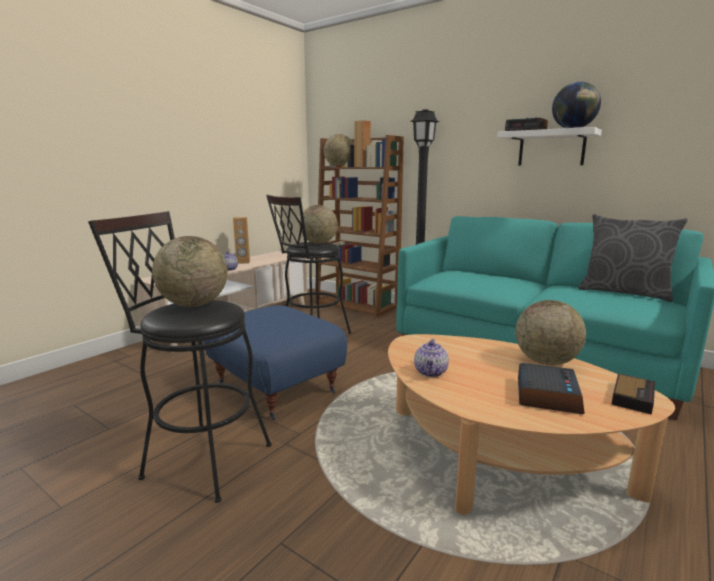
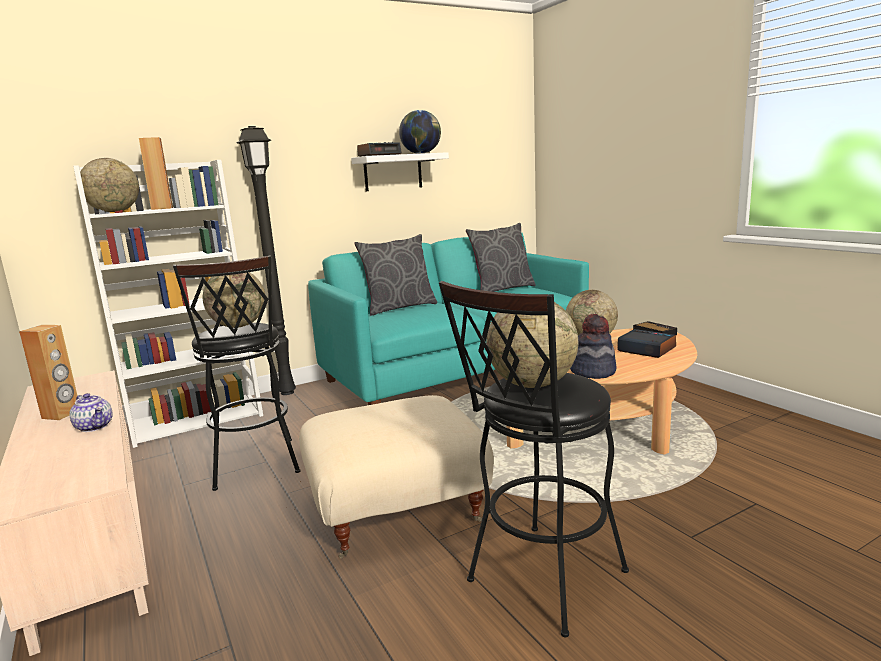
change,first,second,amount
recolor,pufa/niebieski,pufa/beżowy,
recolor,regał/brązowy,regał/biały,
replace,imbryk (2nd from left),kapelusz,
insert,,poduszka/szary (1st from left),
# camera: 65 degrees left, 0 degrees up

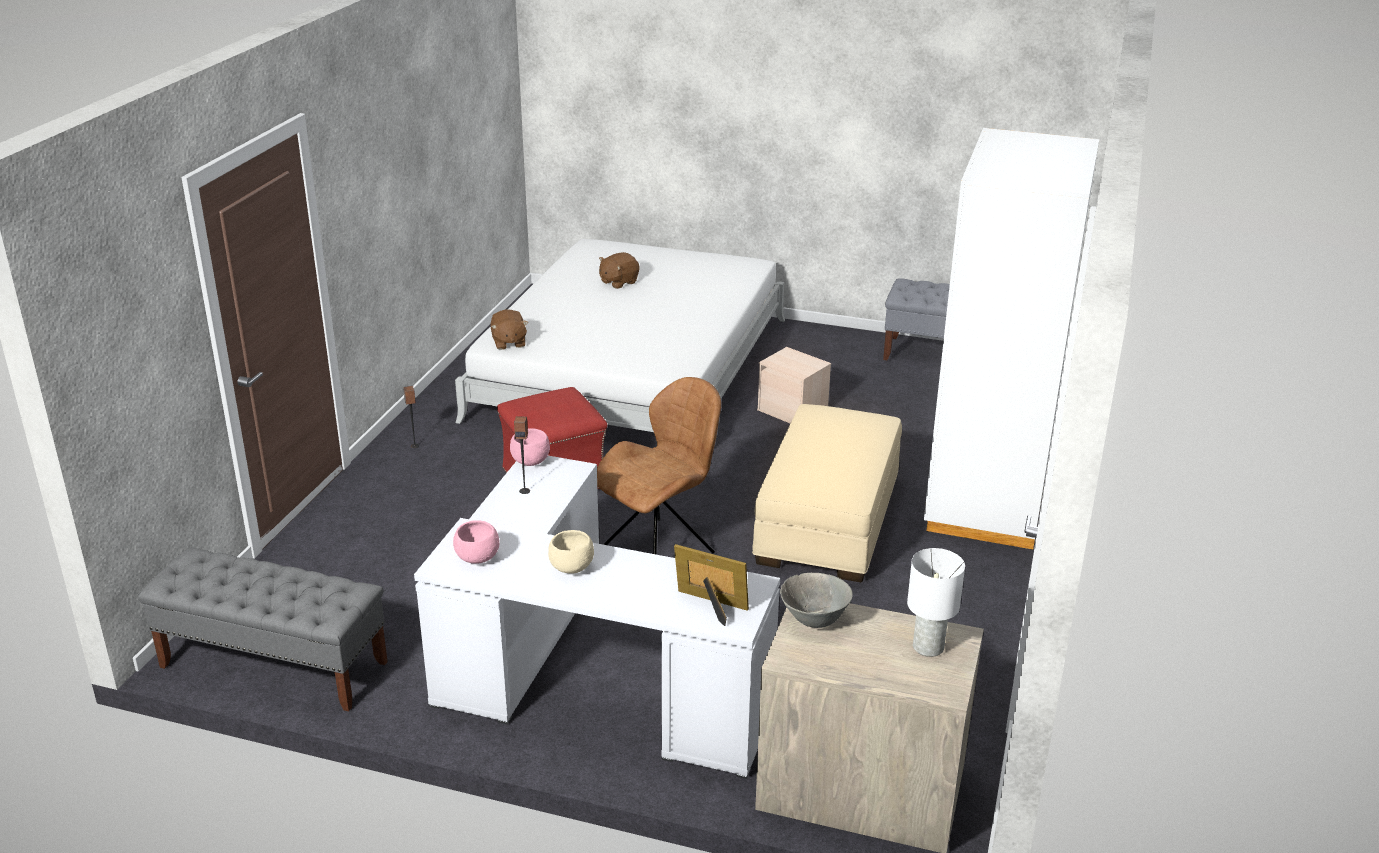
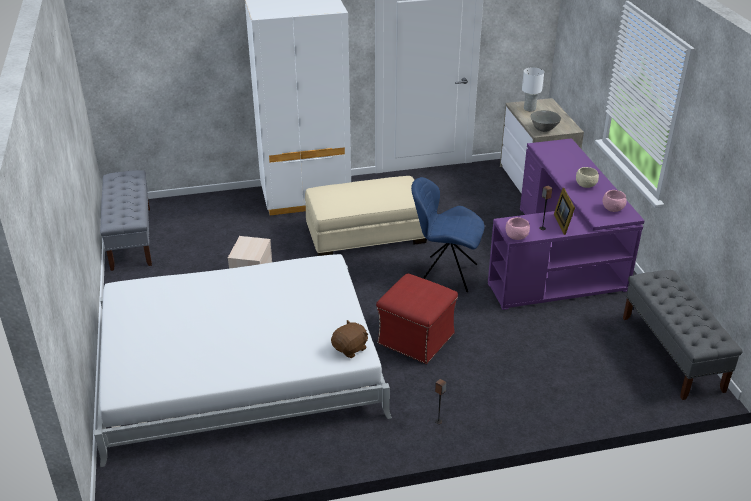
change,first,second,amount
recolor,biurko/biały,biurko/fioletowy,
recolor,krzesło/brązowy,krzesło/niebieski,
delete,pluszak/brązowy (2nd from left),,
move,ramka na zdjęcie,,
# camera: 120 degrees left, 5 degrees up

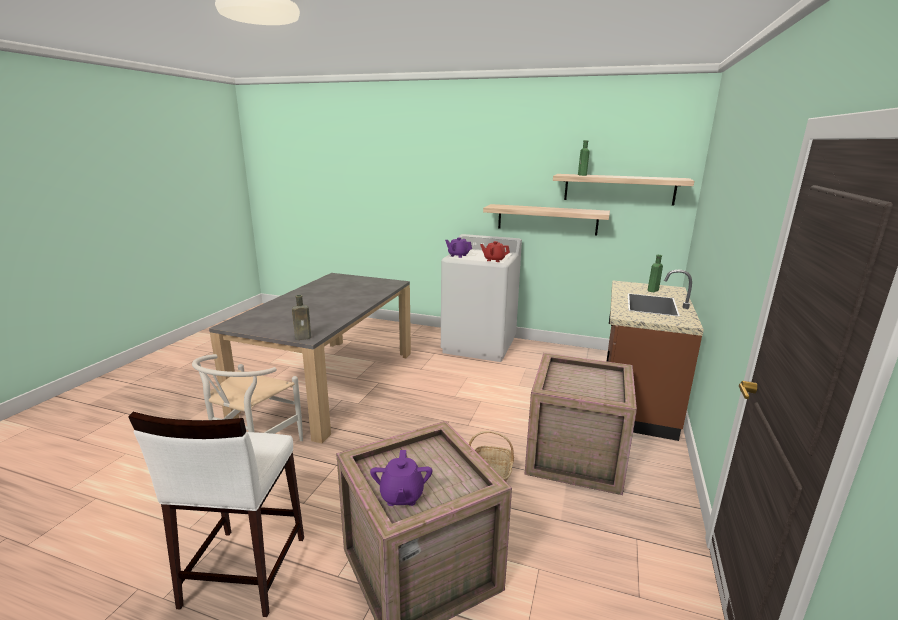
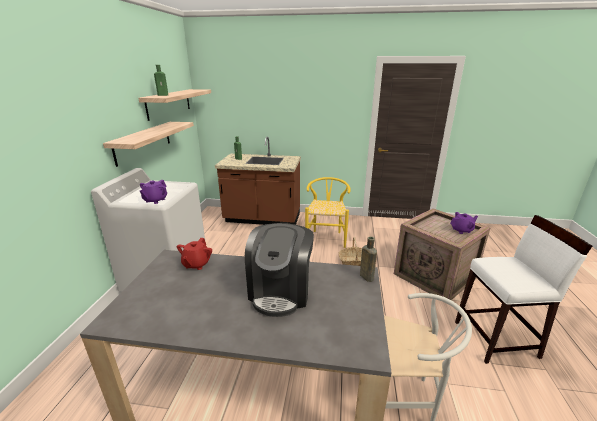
change,first,second,amount
move,imbryk/czerwony,,
replace,skrzynka (2nd from left),krzesło/żółty,
insert,,ekspres do kawy,
# camera: 100 degrees left, 5 degrees up

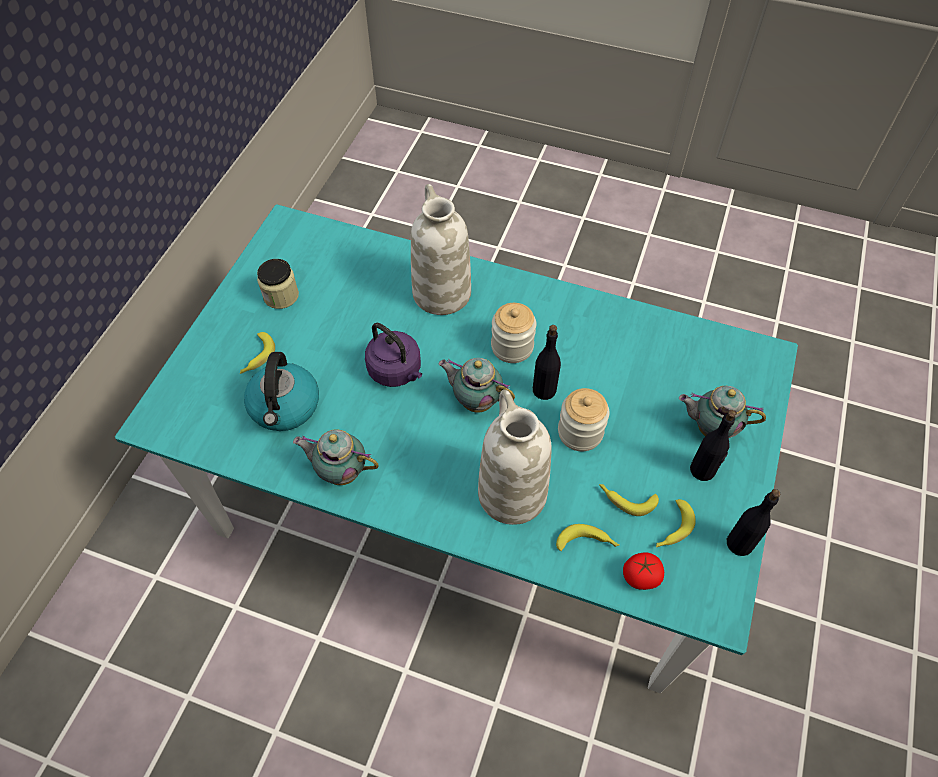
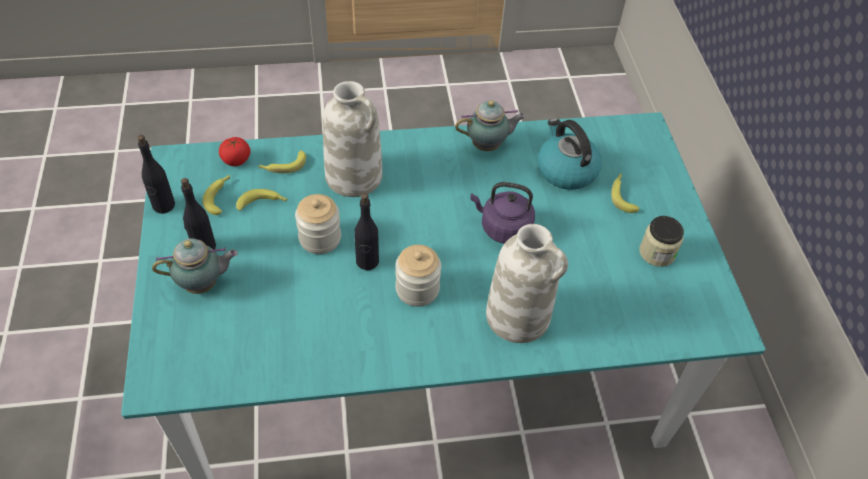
change,first,second,amount
delete,imbryk (2nd from left),,
# camera: 150 degrees right, 5 degrees down

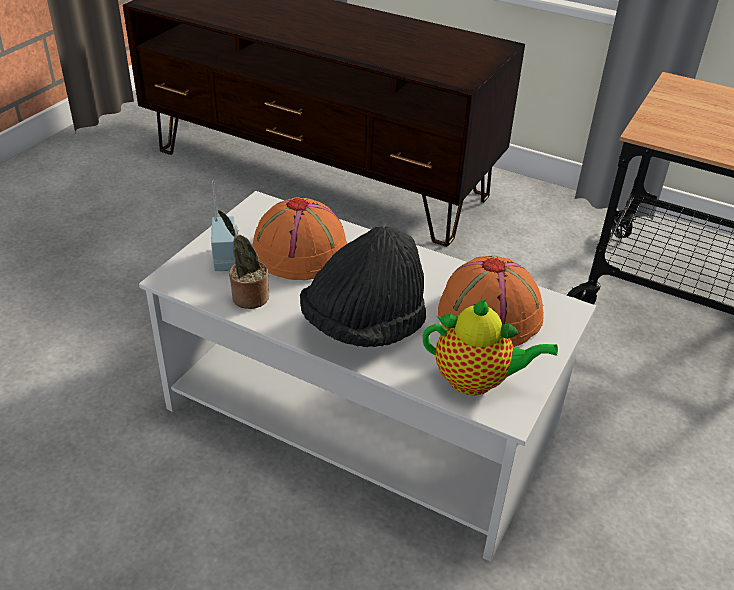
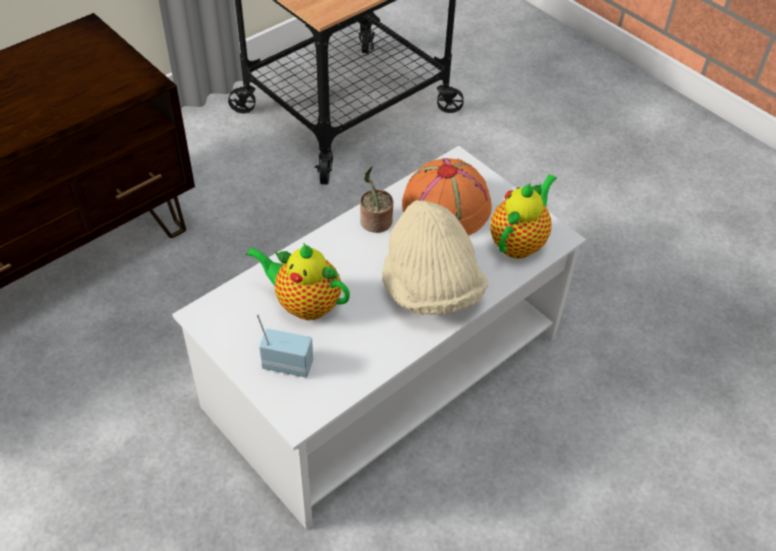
change,first,second,amount
move,roślina doniczkowa,,
replace,kapelusz/pomarańczowy (1st from left),imbryk (1st from left),
recolor,kapelusz/czarny,kapelusz/beżowy,
# camera: 70 degrees left, 10 degrees up

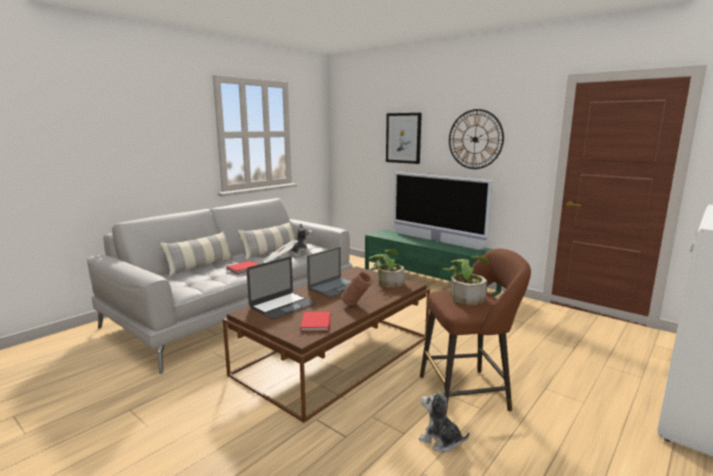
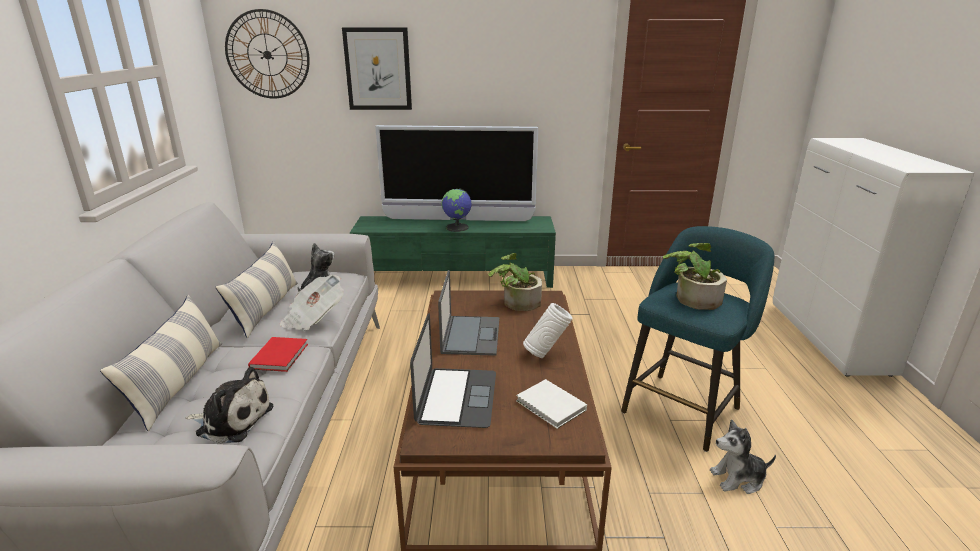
change,first,second,amount
recolor,książka/czerwony (2nd from left),książka/biały,
recolor,wazon/brązowy,wazon/biały,
recolor,stołek/brązowy,stołek/turkusowy,
move,zegar ścienny,,
insert,,pluszak (1st from left),
insert,,globus,
# camera: 40 degrees left, 10 degrees up

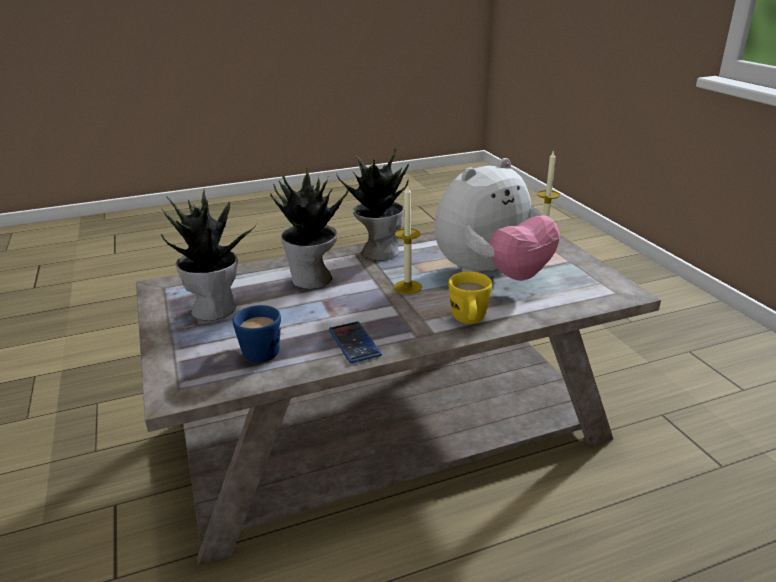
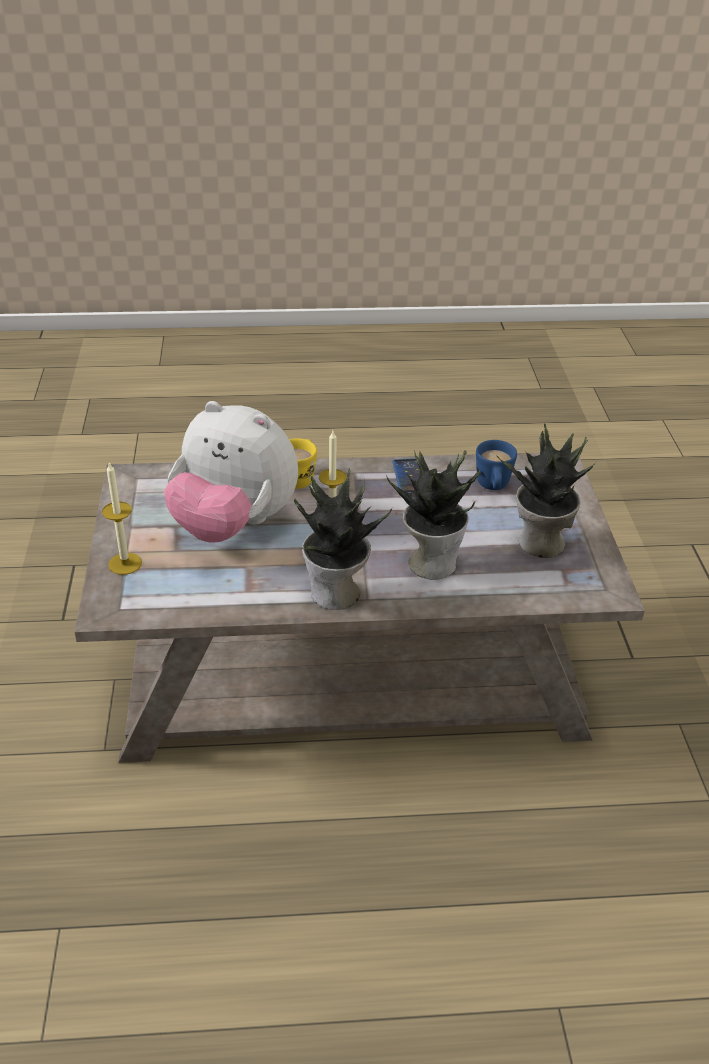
change,first,second,amount
rotate,pluszak,,135 degrees counterclockwise
# camera: 165 degrees left, 10 degrees up

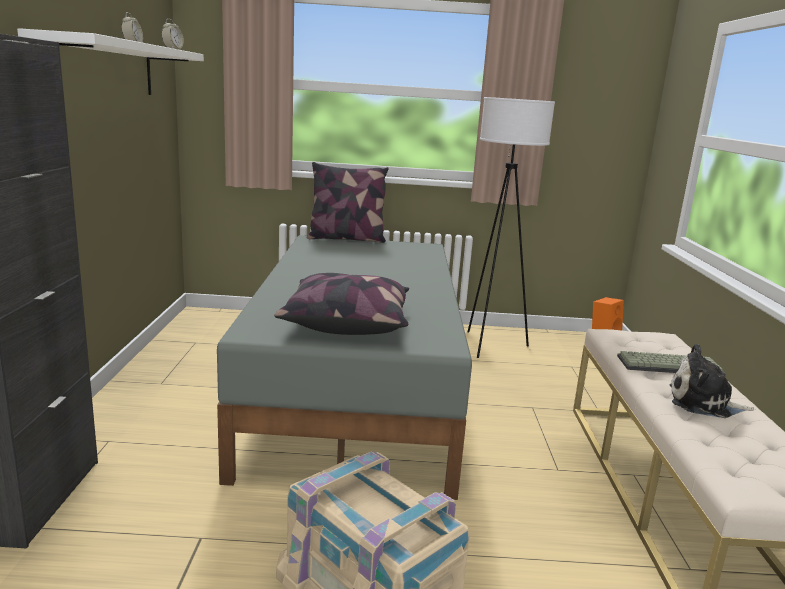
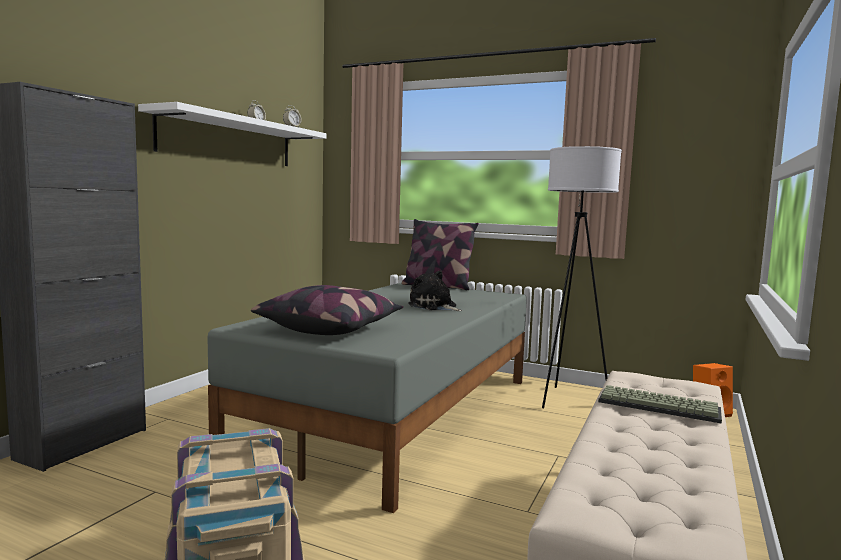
change,first,second,amount
move,pluszak,,
# camera: 25 degrees right, 10 degrees down

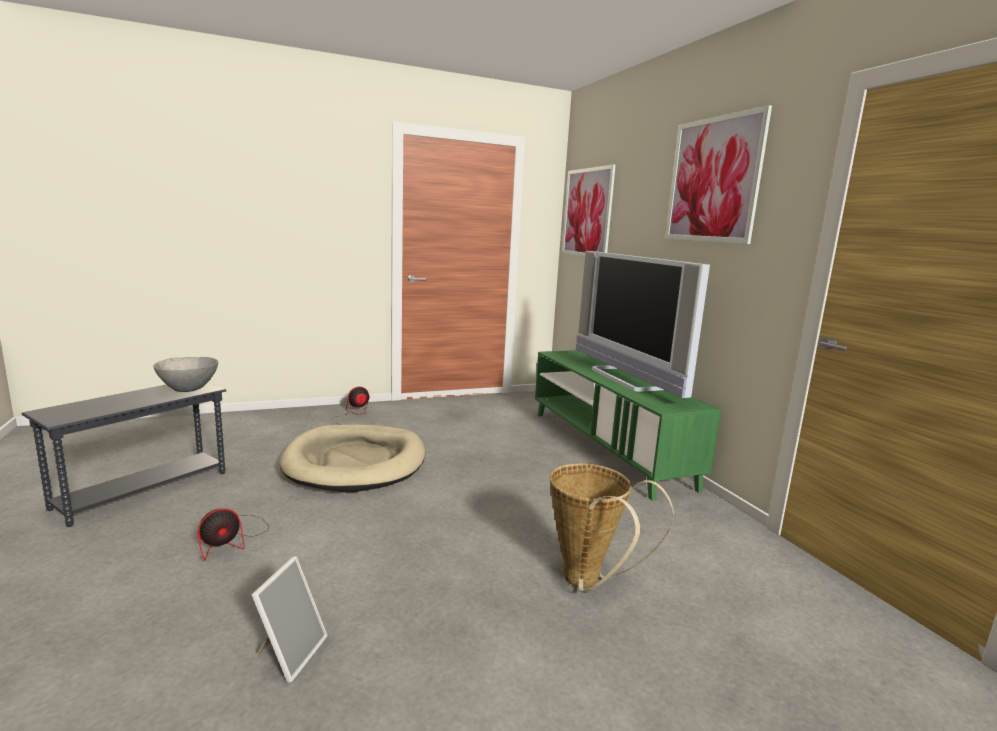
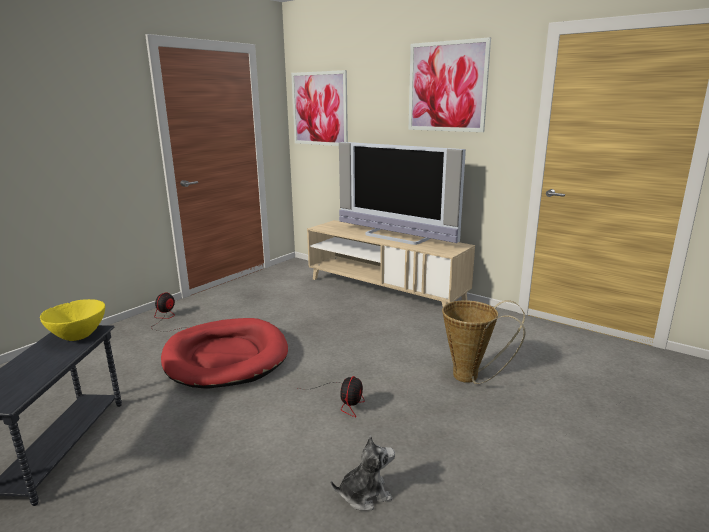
change,first,second,amount
recolor,miska/szary,miska/żółty,
move,wentylator (1st from left in the first image),wentylator (2nd from left),
replace,ramka na zdjęcie,pluszak,
recolor,legowisko/beżowy,legowisko/czerwony,
recolor,szafka pod telewizor/zielony,szafka pod telewizor/beżowy,
# camera: 30 degrees left, 5 degrees up

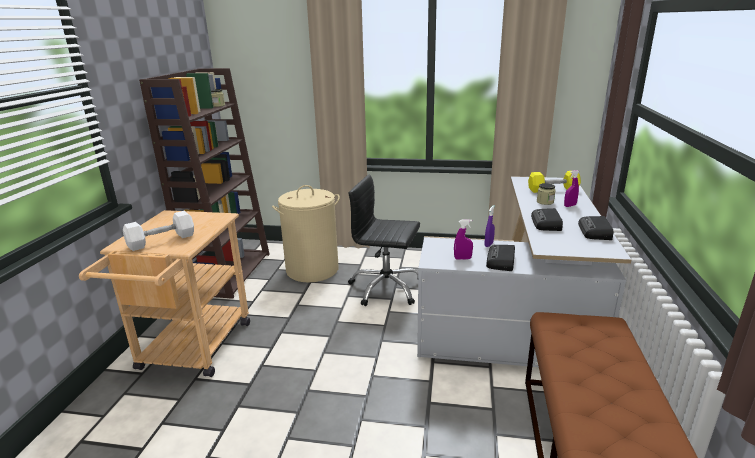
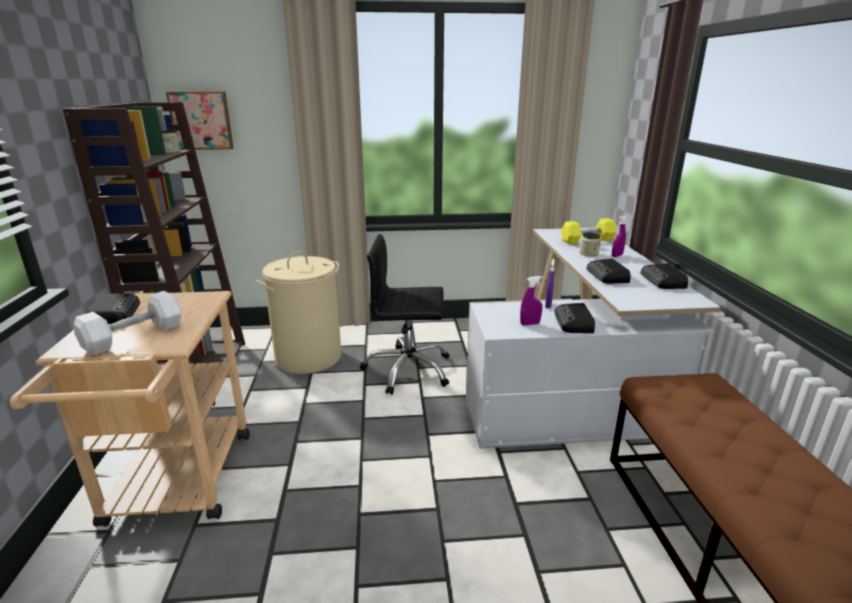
change,first,second,amount
insert,,radio (1st from left),
insert,,obraz,
# camera: 15 degrees left, 0 degrees up

